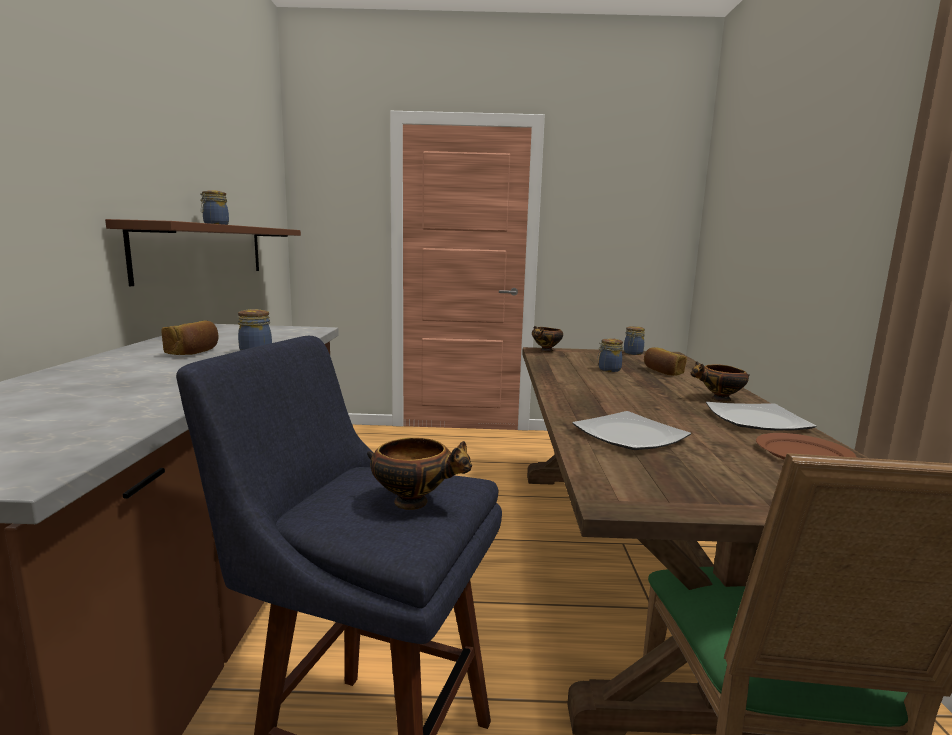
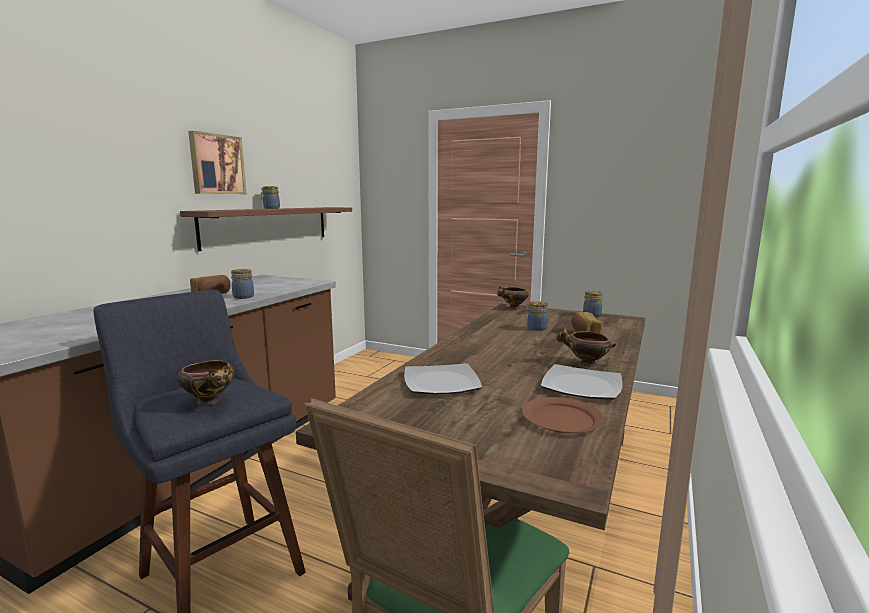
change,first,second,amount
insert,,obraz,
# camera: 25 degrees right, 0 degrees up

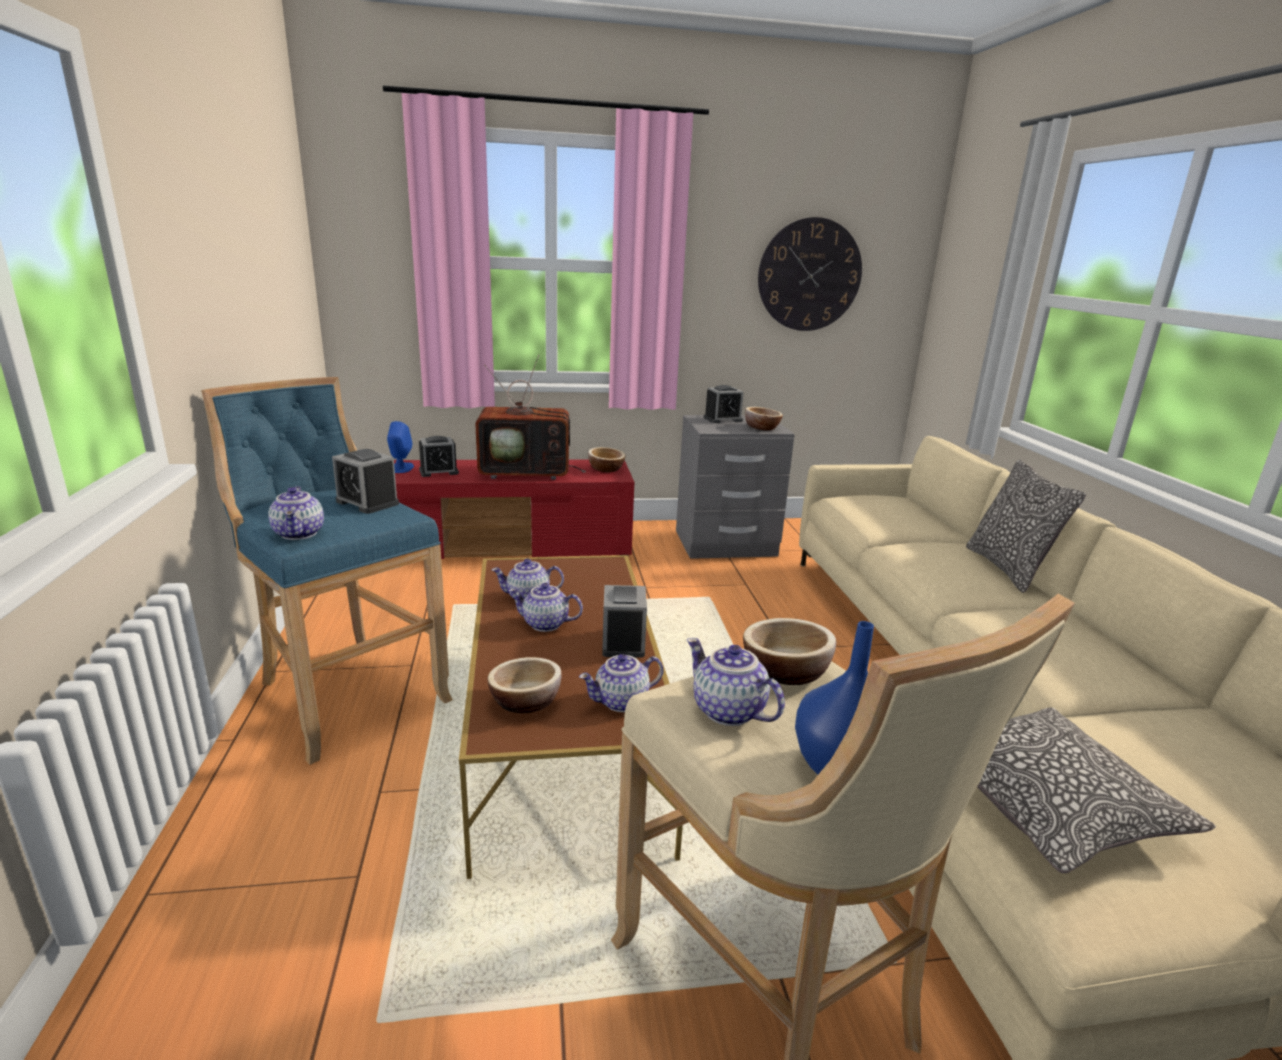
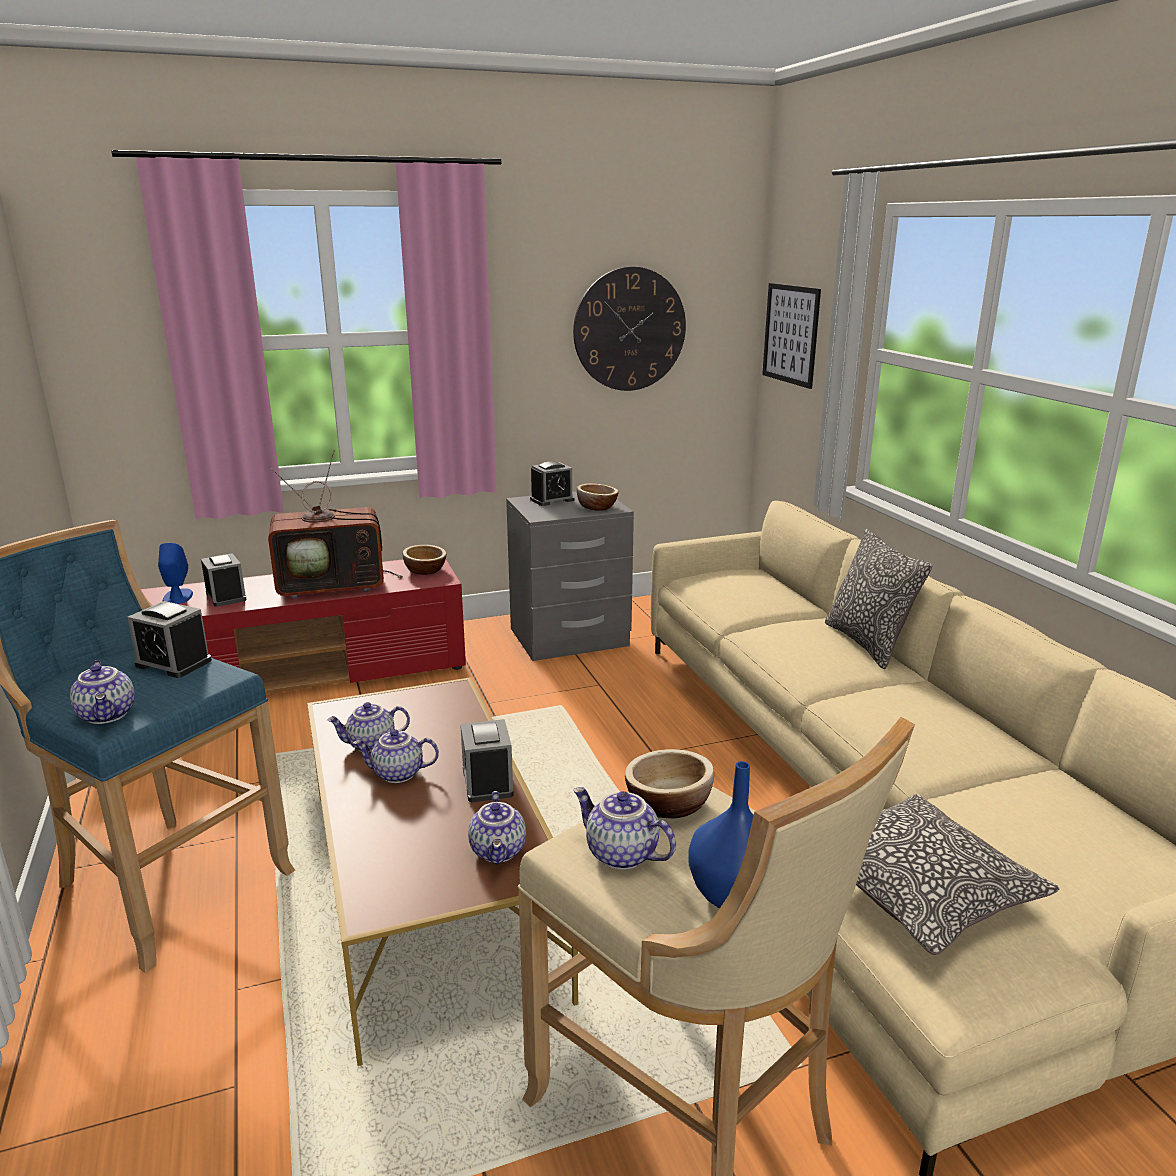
change,first,second,amount
rotate,budzik (2nd from left),,90 degrees counterclockwise
delete,miska (1st from left),,
rotate,imbryk (4th from left),,60 degrees counterclockwise
insert,,obraz,
# camera: 10 degrees left, 0 degrees up

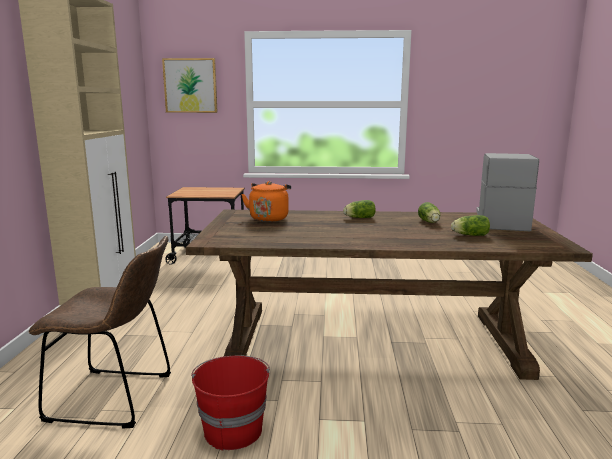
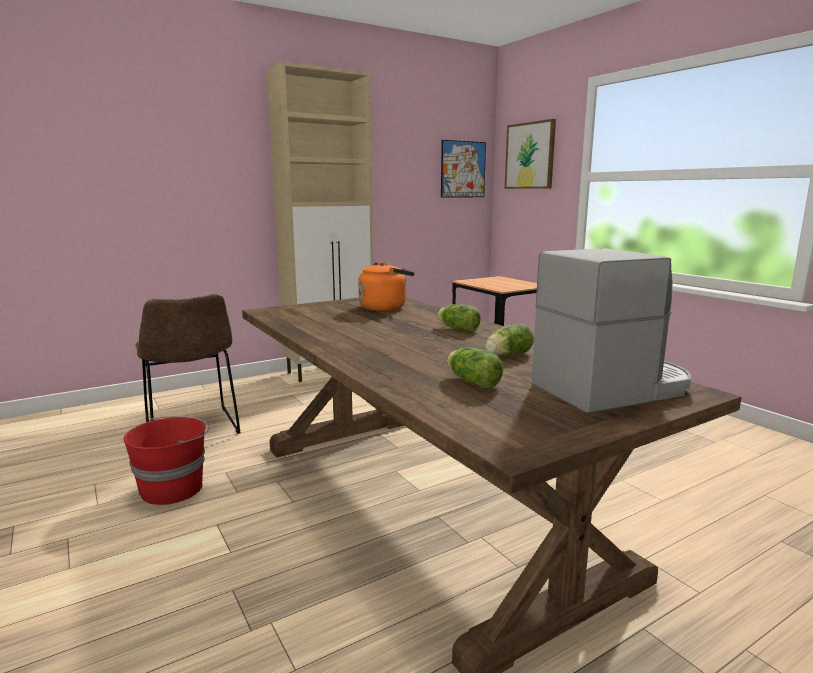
change,first,second,amount
insert,,obraz (1st from left),
# camera: 55 degrees right, 0 degrees up

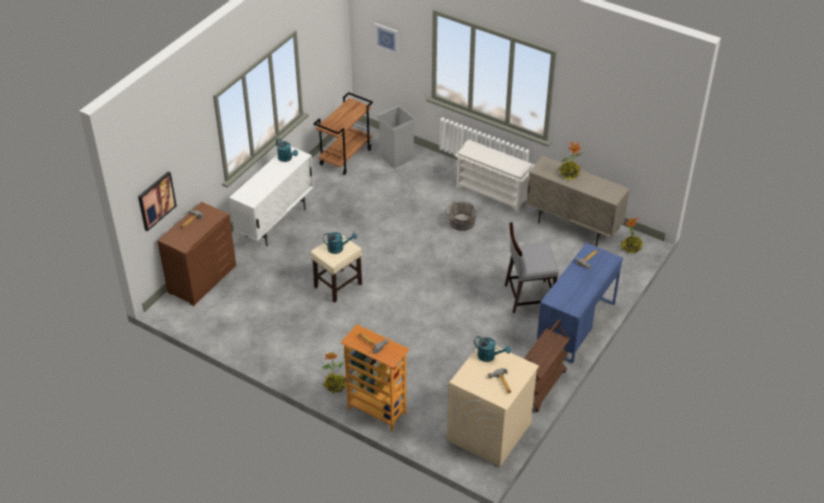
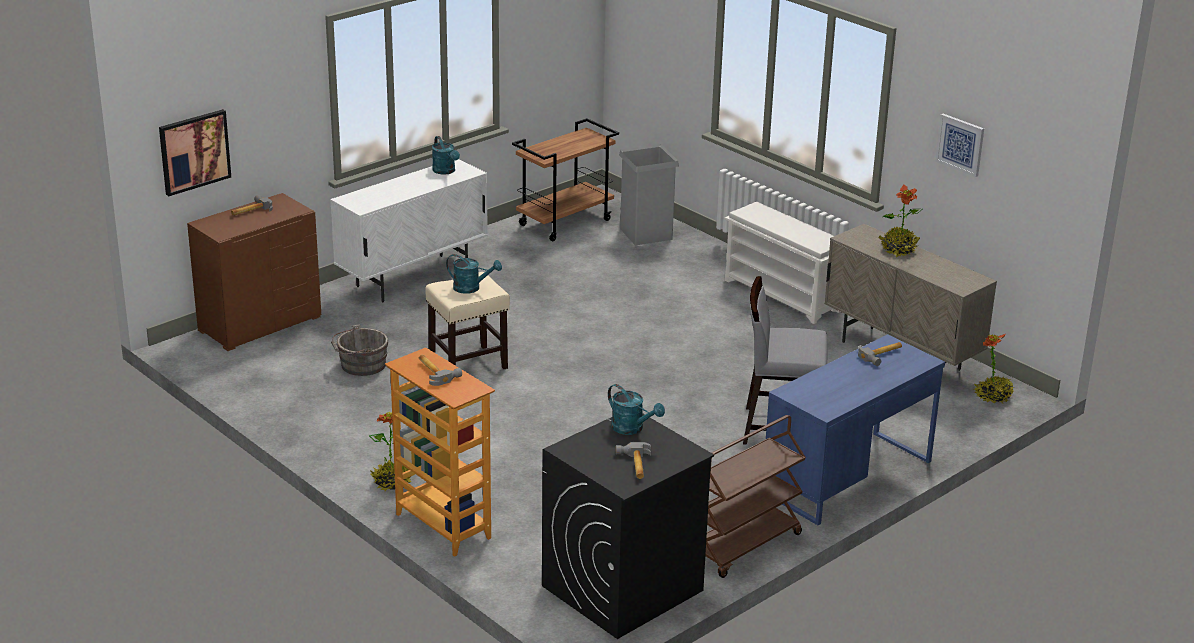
change,first,second,amount
move,obraz (2nd from left),,
move,wiadro/szary,,
recolor,pralka/beżowy,pralka/czarny,
# camera: 15 degrees right, 15 degrees down

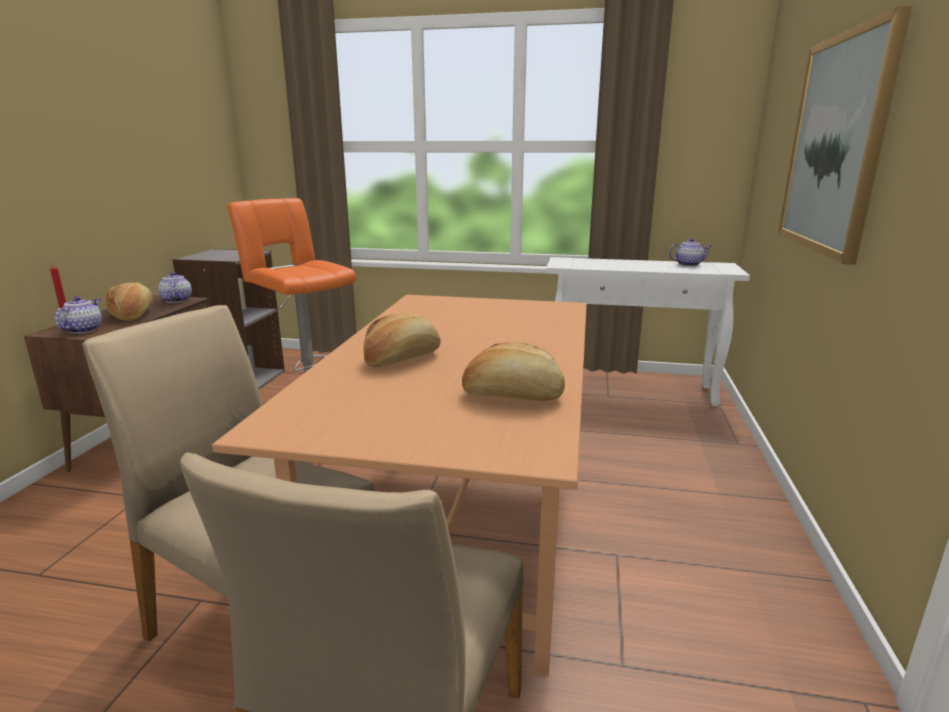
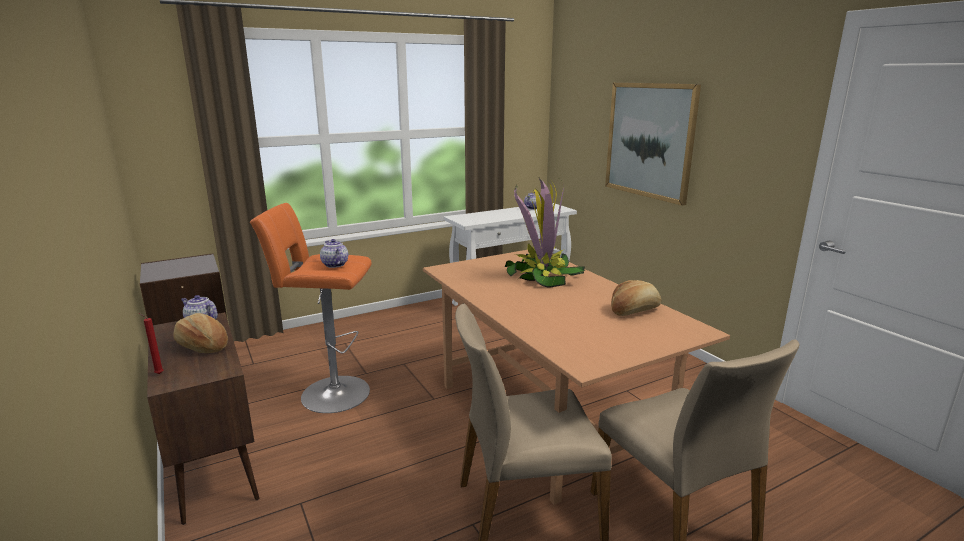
change,first,second,amount
move,imbryk (1st from left in the first image),imbryk (2nd from left),
delete,chleb (2nd from left),,
insert,,roślina doniczkowa,
# camera: 40 degrees left, 0 degrees up

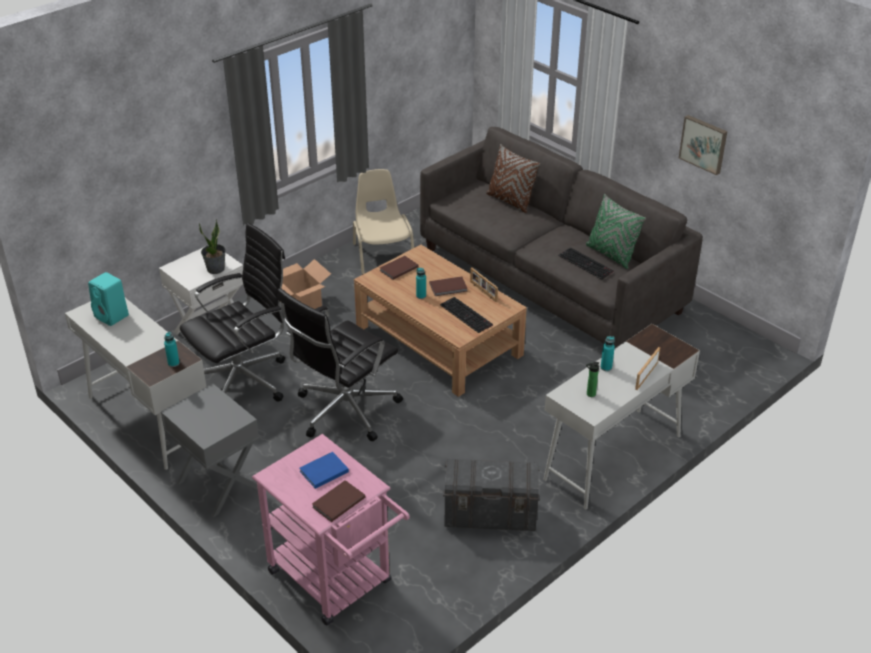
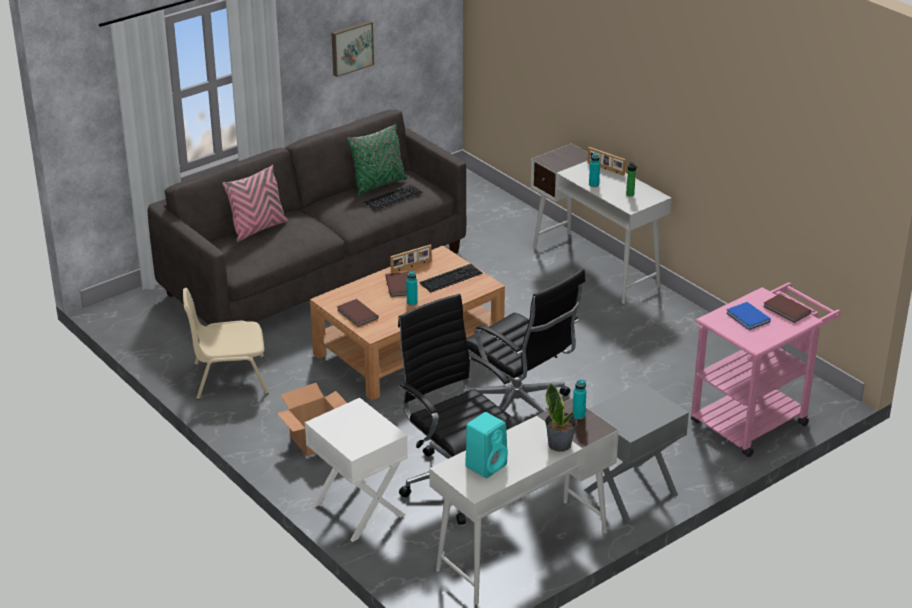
change,first,second,amount
move,roślina doniczkowa,,
delete,pojemnik do przechowywania/szary,,
recolor,poduszka/brązowy,poduszka/różowy,
# camera: 85 degrees left, 5 degrees down

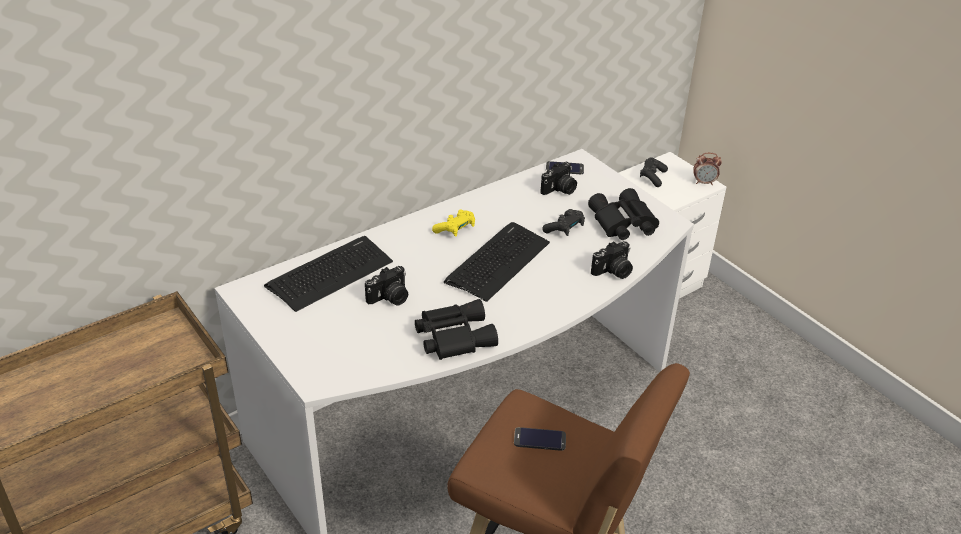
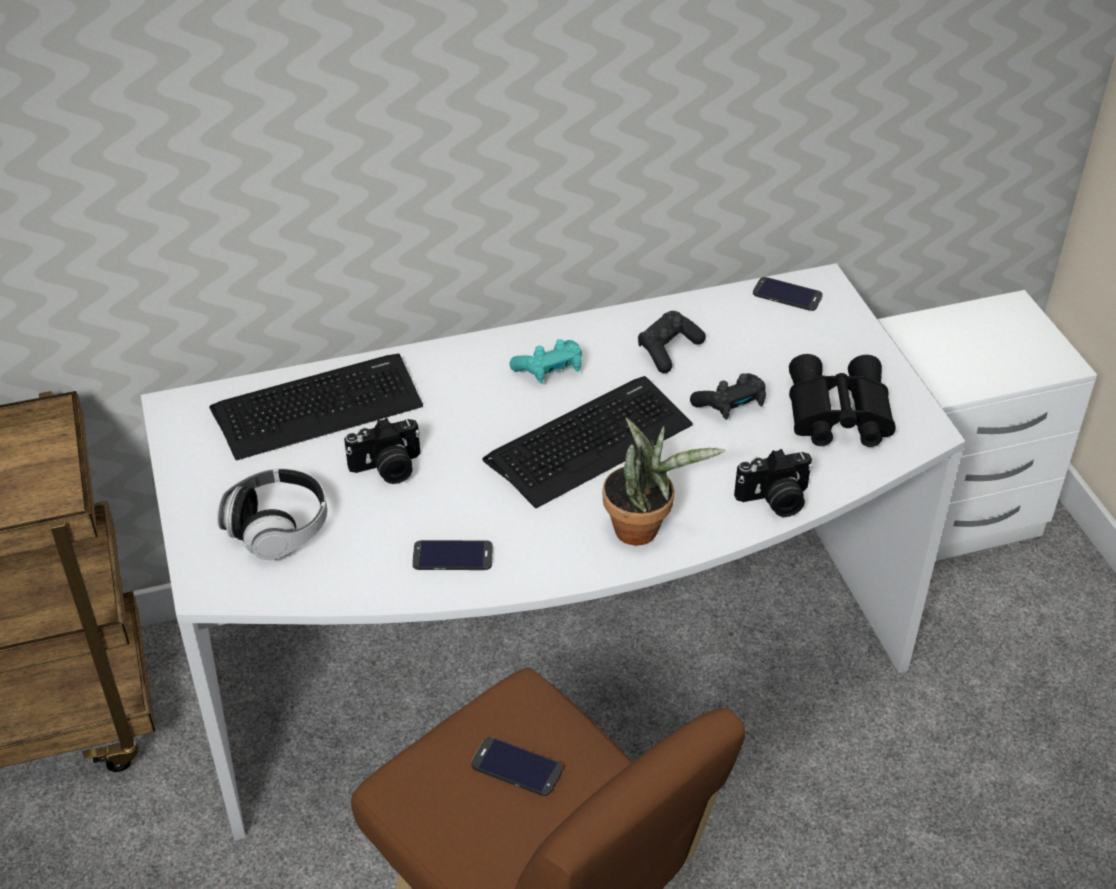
change,first,second,amount
replace,lornetka/czarny (1st from left),telefon (1st from left),
recolor,pad do gier/żółty,pad do gier/turkusowy,
delete,aparat fotograficzny (2nd from left),,
move,pad do gier/czarny (2nd from left in the first image),pad do gier/czarny (1st from left),
delete,budzik,,
insert,,słuchawki,
insert,,roślina doniczkowa,
# camera: 20 degrees right, 5 degrees up

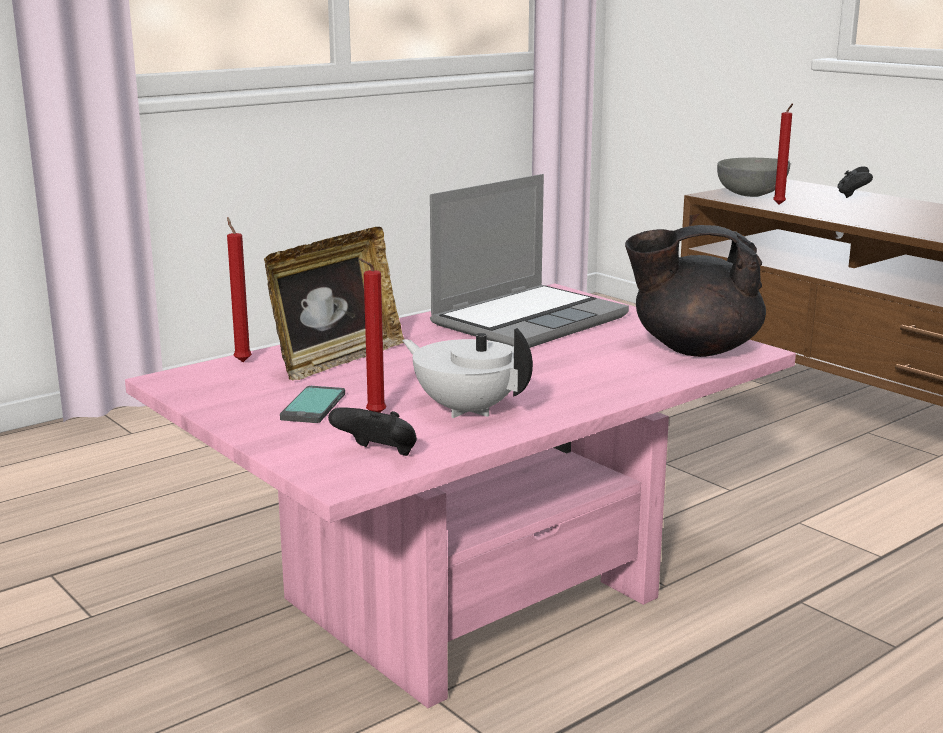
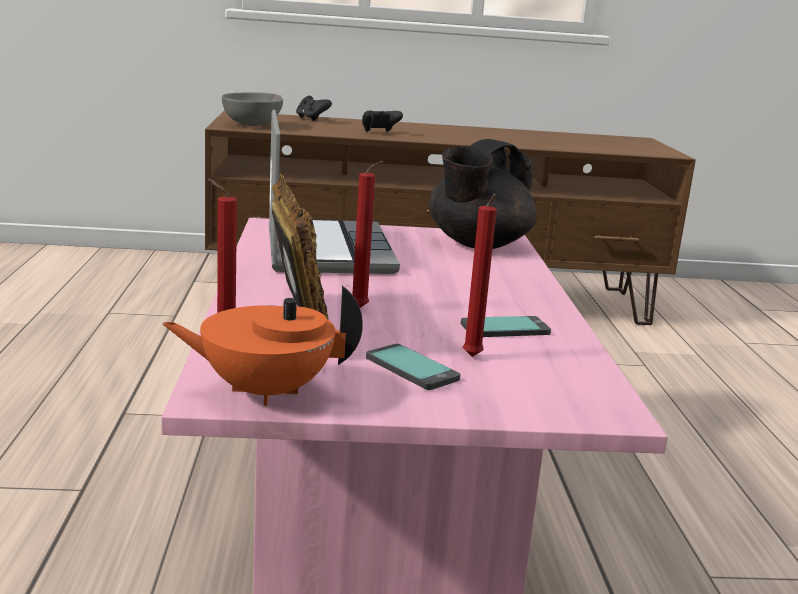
change,first,second,amount
move,pad do gier/czarny (1st from left in the first image),pad do gier/czarny (2nd from left),
replace,imbryk/biały,telefon (2nd from left),
move,świeca/czerwony (3rd from left in the first image),świeca/czerwony (2nd from left),
insert,,imbryk/pomarańczowy,
# camera: 55 degrees left, 0 degrees up

